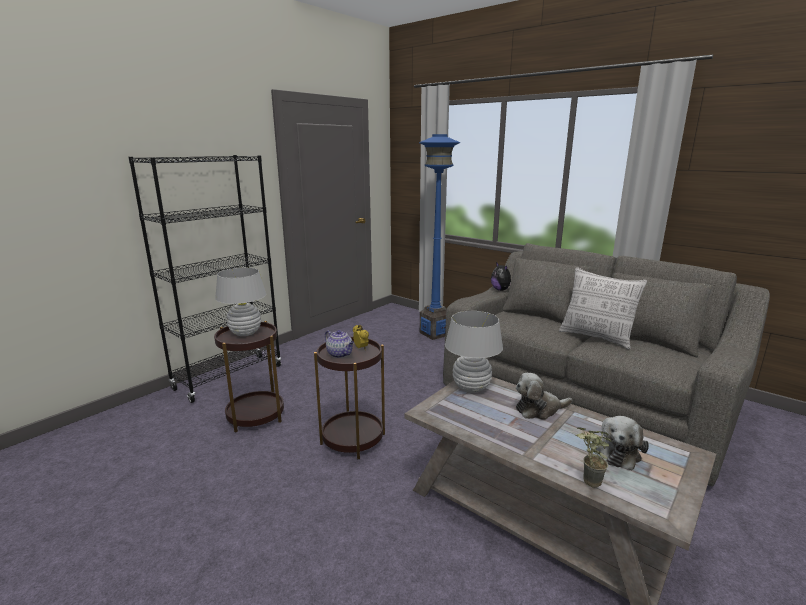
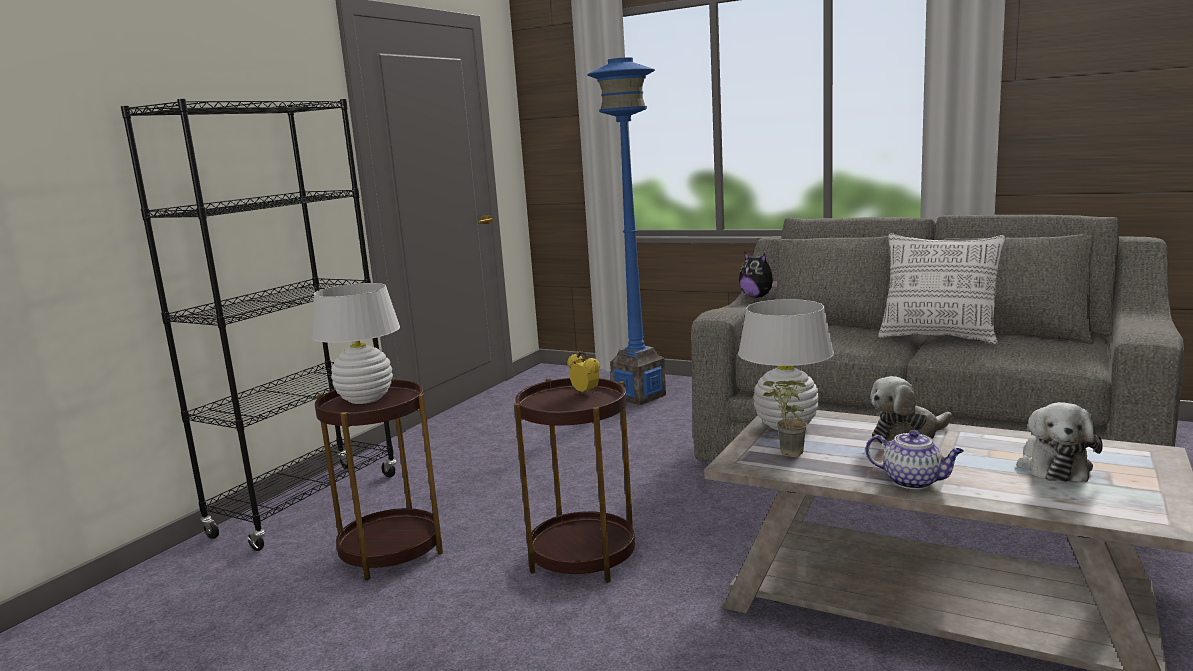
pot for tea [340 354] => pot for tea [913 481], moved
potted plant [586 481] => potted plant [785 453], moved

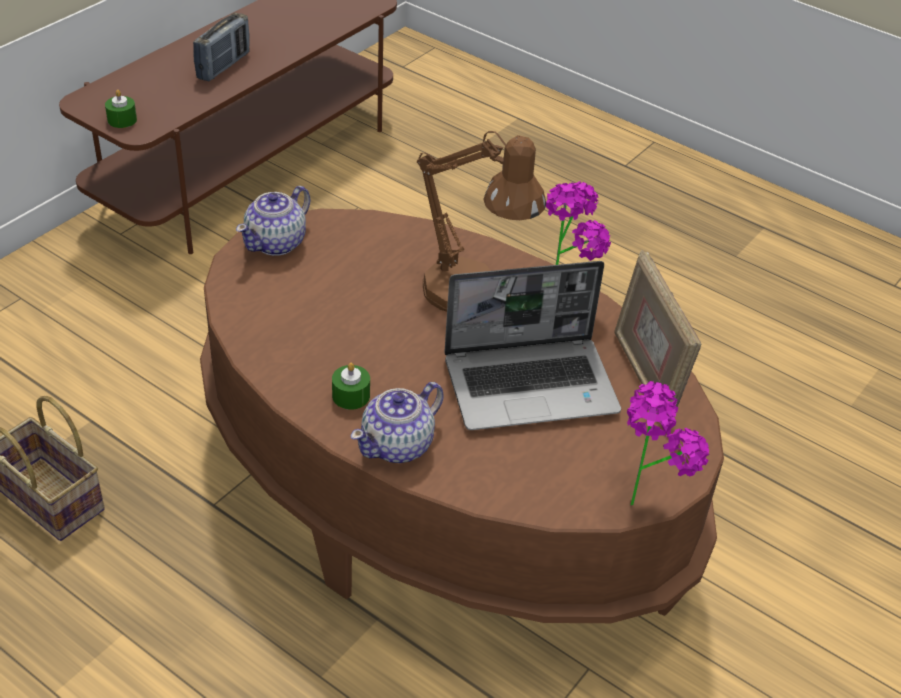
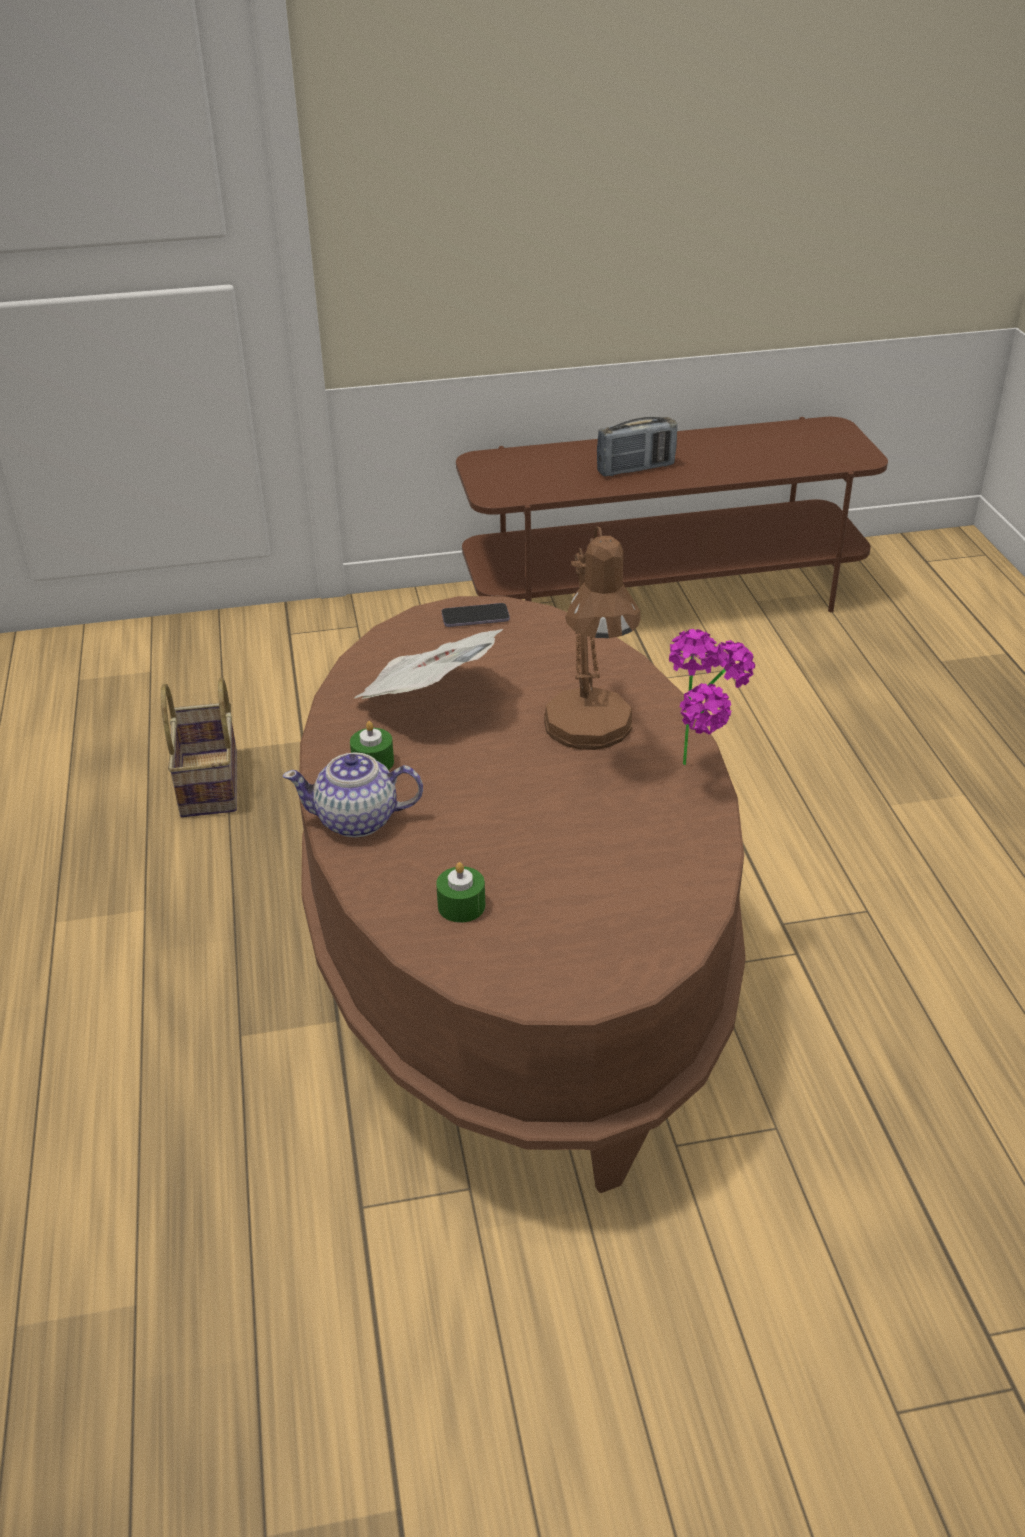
green wax light [122 120] => green wax light [461 905], moved
pot for tea [277 243] => telephone [475 617]
standing frame [645 378] => nothing
notebook computer [532 384] => nothing
potted plant [645 496] => nothing
nothing => printed paper [429 697]

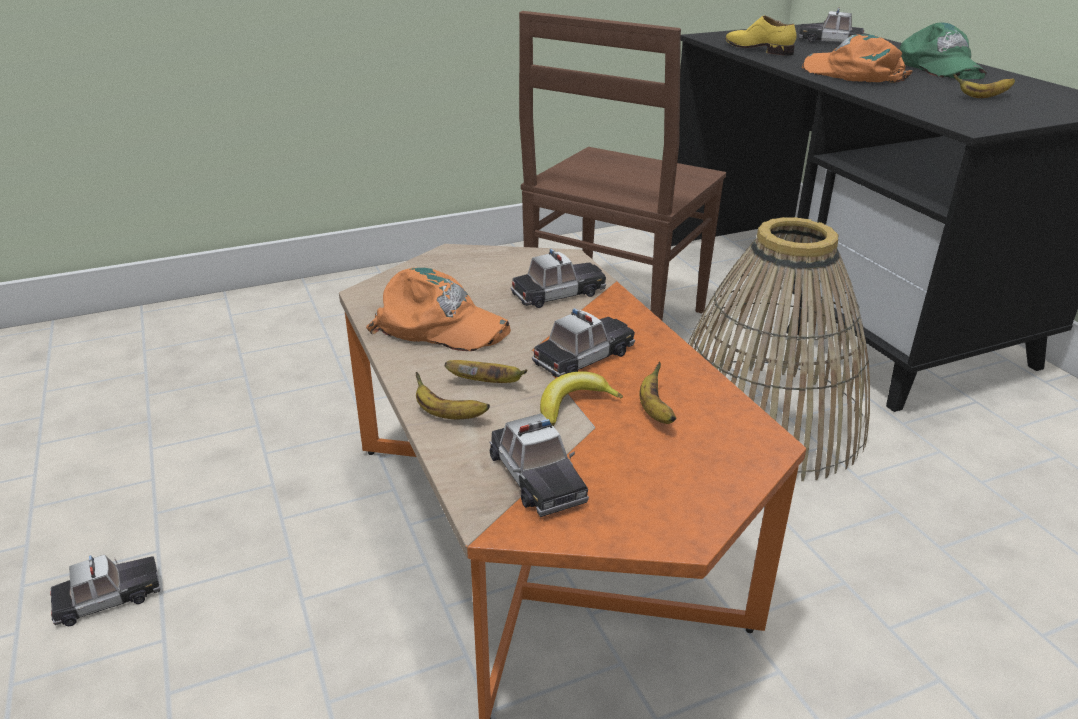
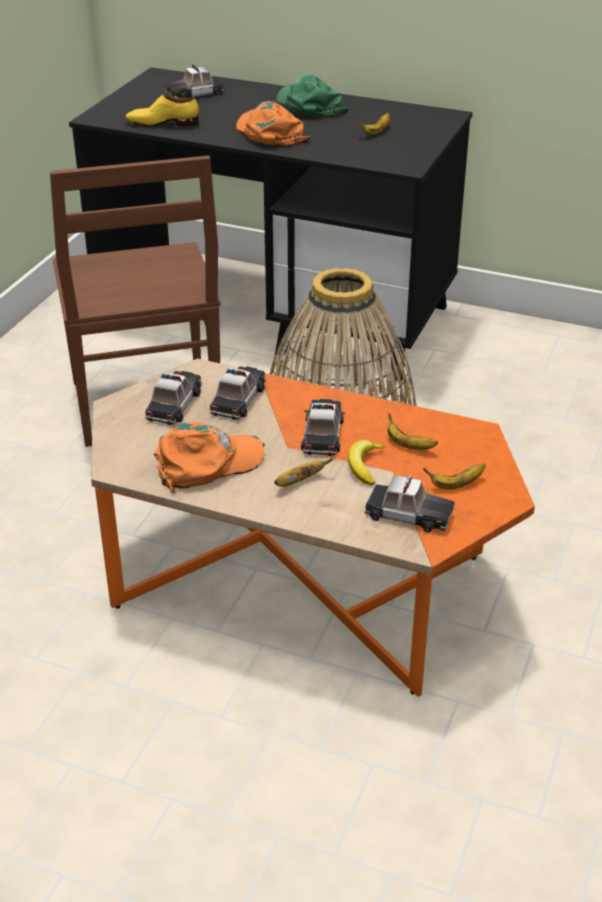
green baseball cap [938 67] => green baseball cap [309 105], 150 degrees counterclockwise
orangey baseball cap [853 74] => orangey baseball cap [270 133], 60 degrees clockwise
whole banana [448 415] => whole banana [456 485], moved
toy car [108 597] => toy car [174 404], moved

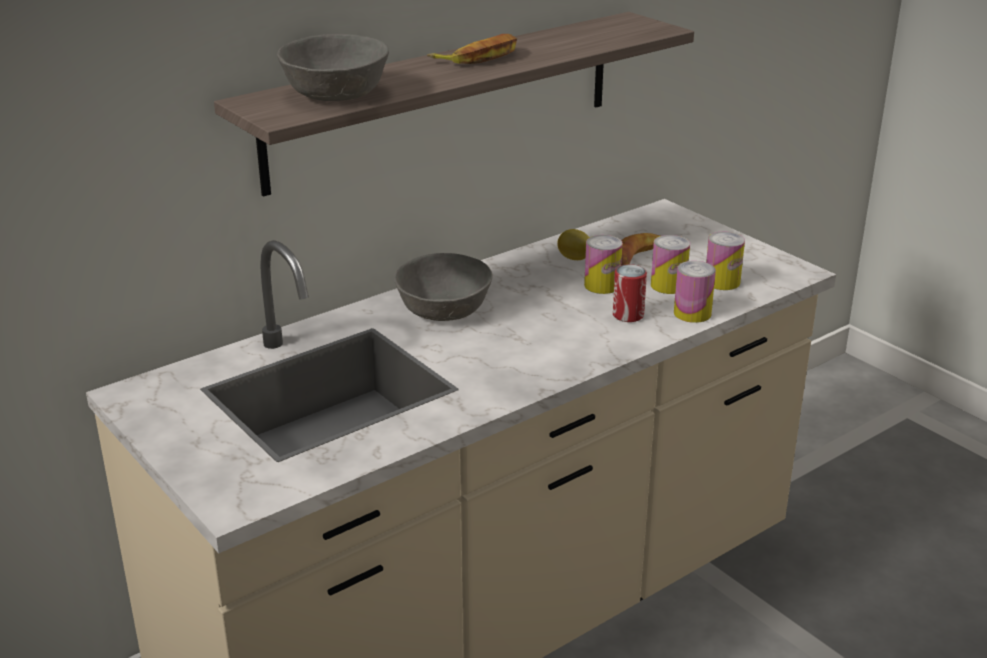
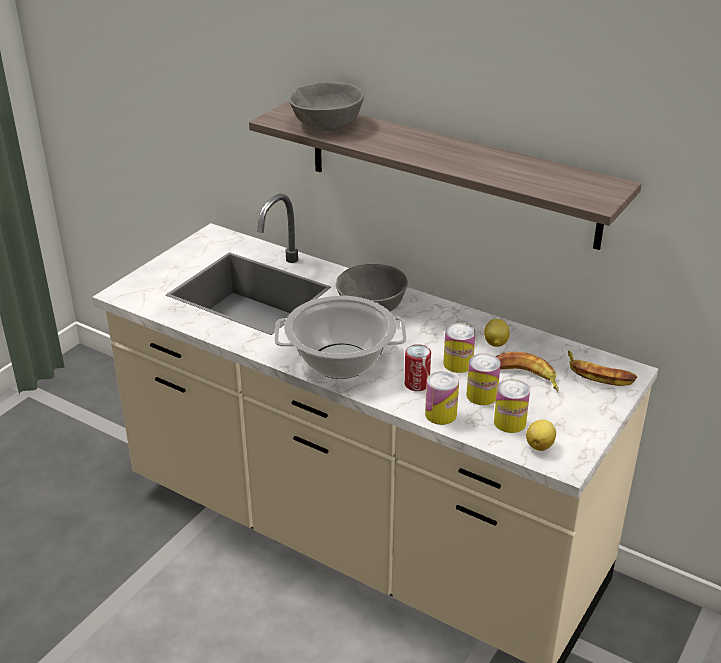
whole banana [479 57] => whole banana [599 374], moved
nothing => saucepot [340 362]
nothing => whole lemon [540 445]

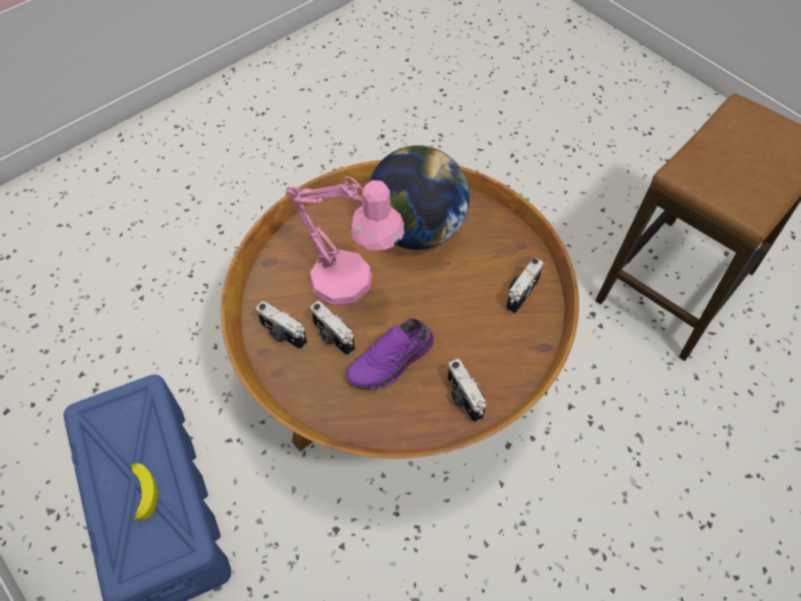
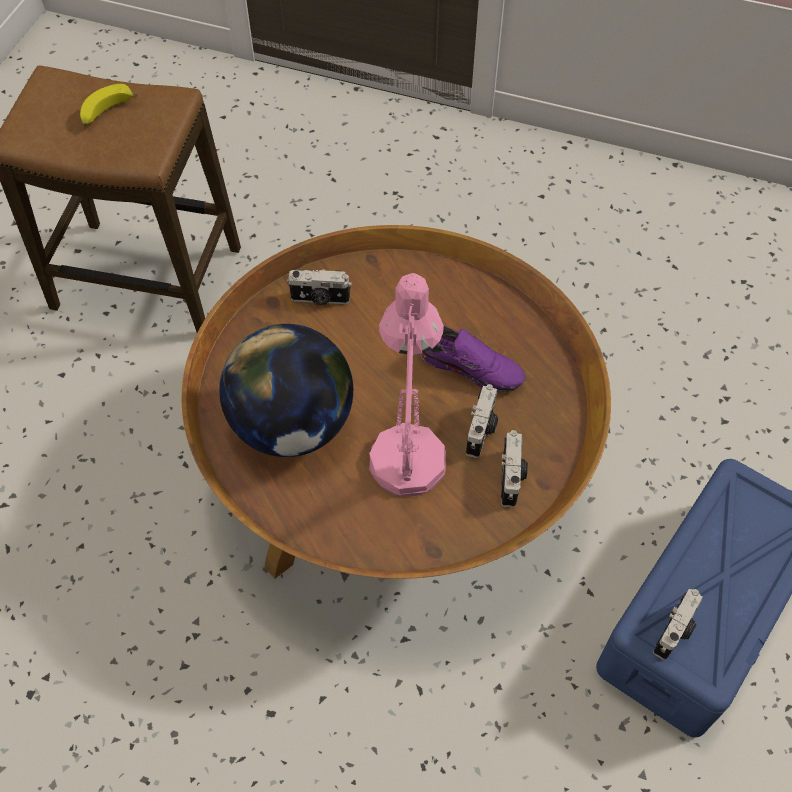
photo camera [463 398] => photo camera [675 631], moved
whole banana [143 492] => whole banana [106 112], moved

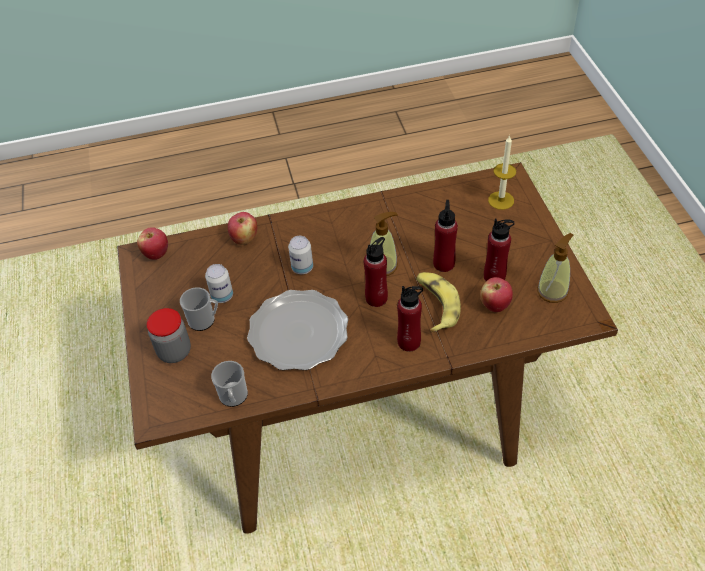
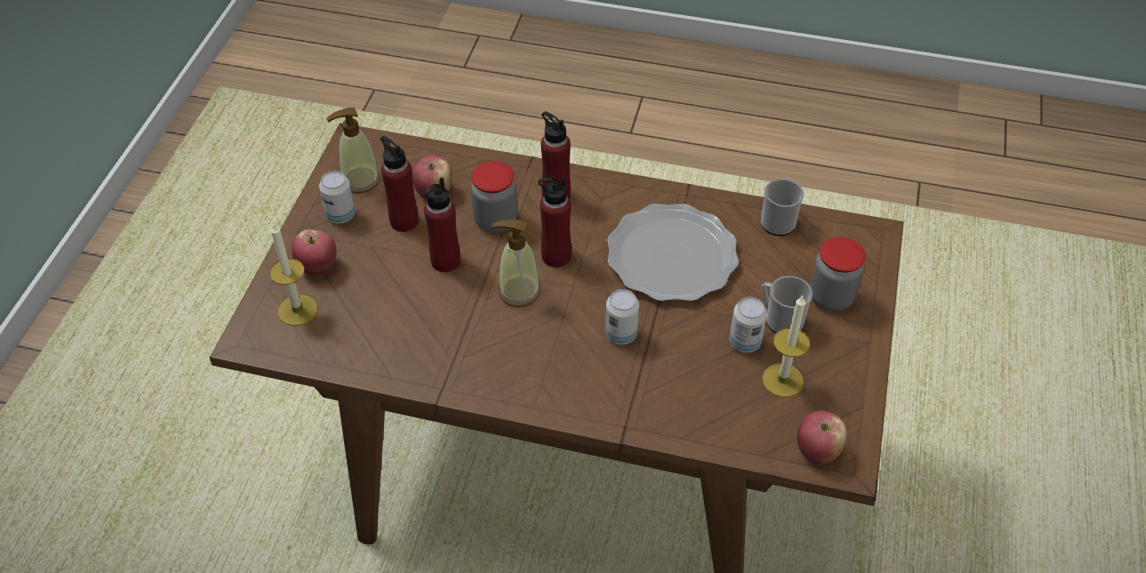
whole apple [244 239] => whole apple [318 267], moved
whole banana [436 304] => jar [495 220]
nothing => metal can [341 215]
nothing => wax light [782 380]

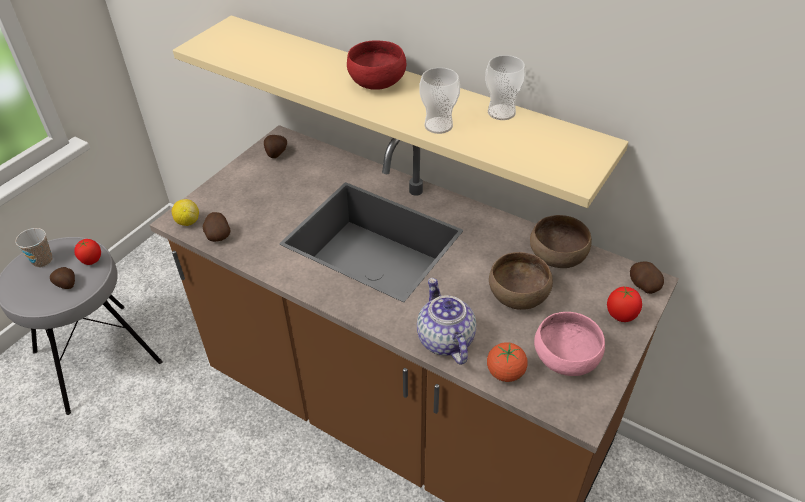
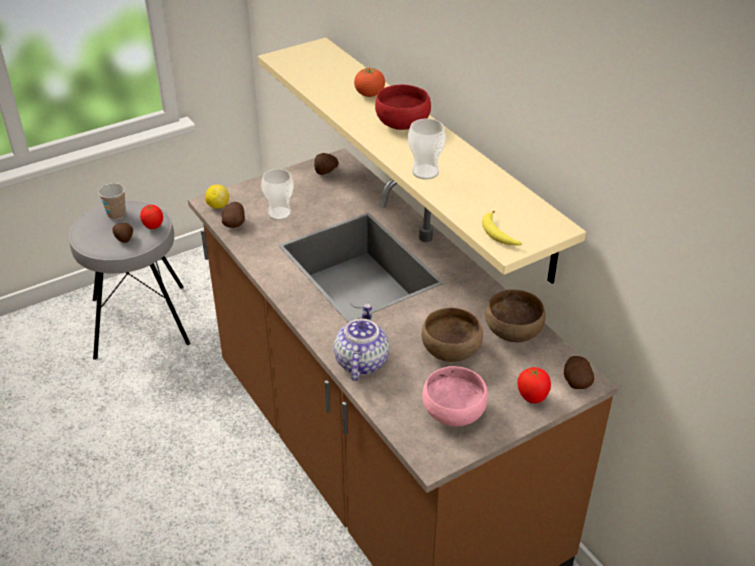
cup [501 112] => cup [279 213], moved
fresh tomato [505 373] => fresh tomato [369 95], moved
nothing => whole banana [498 234]

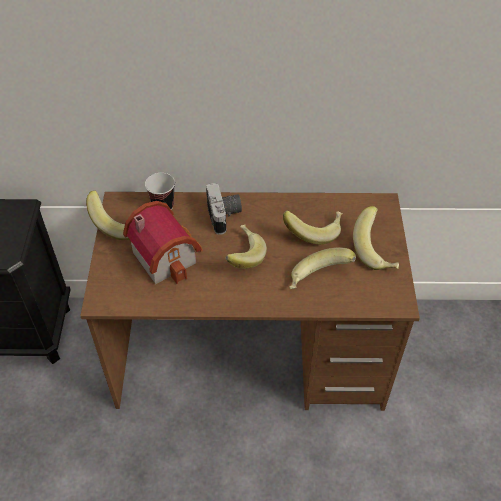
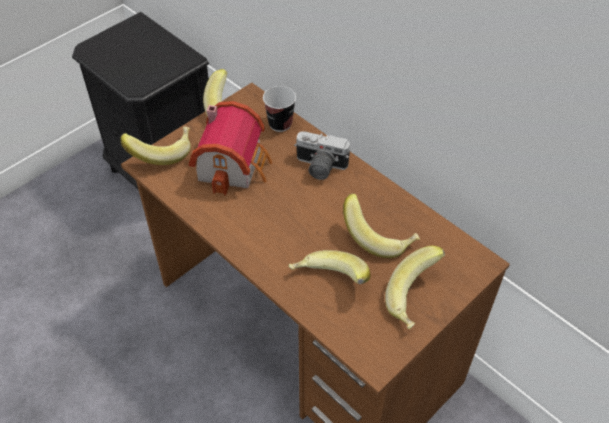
photo camera [225 216] => photo camera [319 167], 75 degrees clockwise
whole banana [242 256] => whole banana [161 152], moved

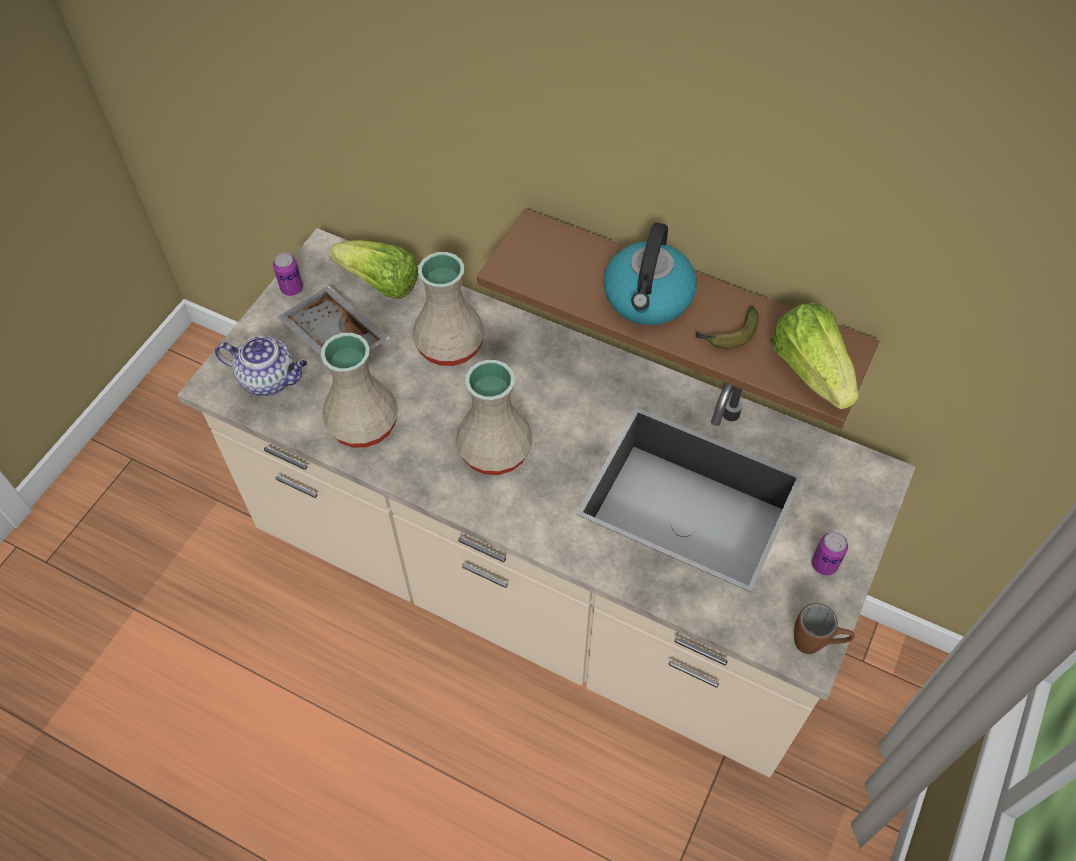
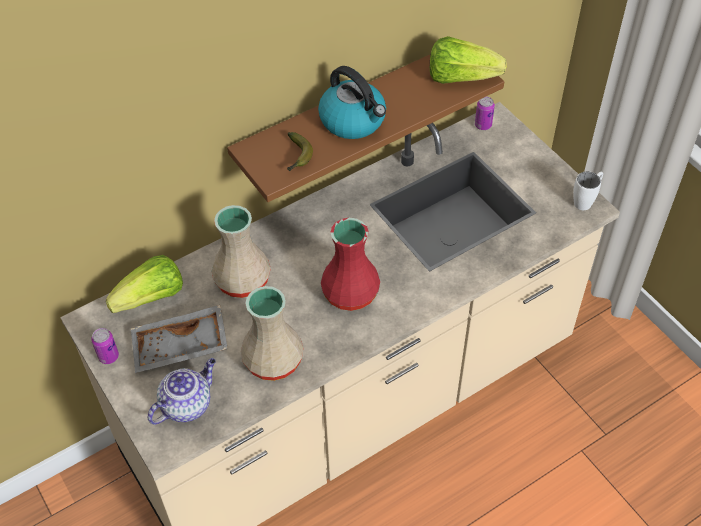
whole banana [728 335] => whole banana [297 156], moved
beige vase [496 450] => red vase [351 291]
metal can [824 564] => metal can [483 125], moved
brown mug [816 644] => whitish mug [586 200]

